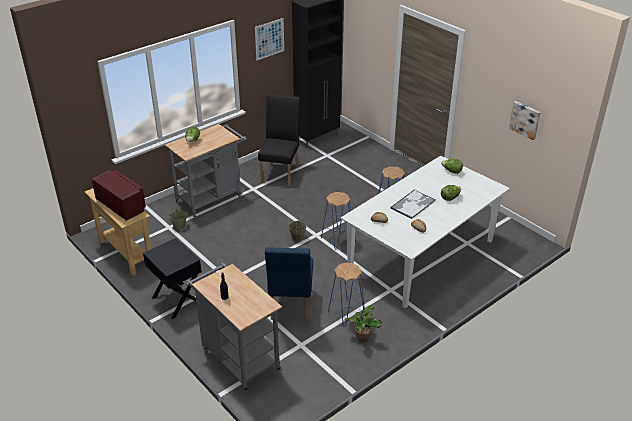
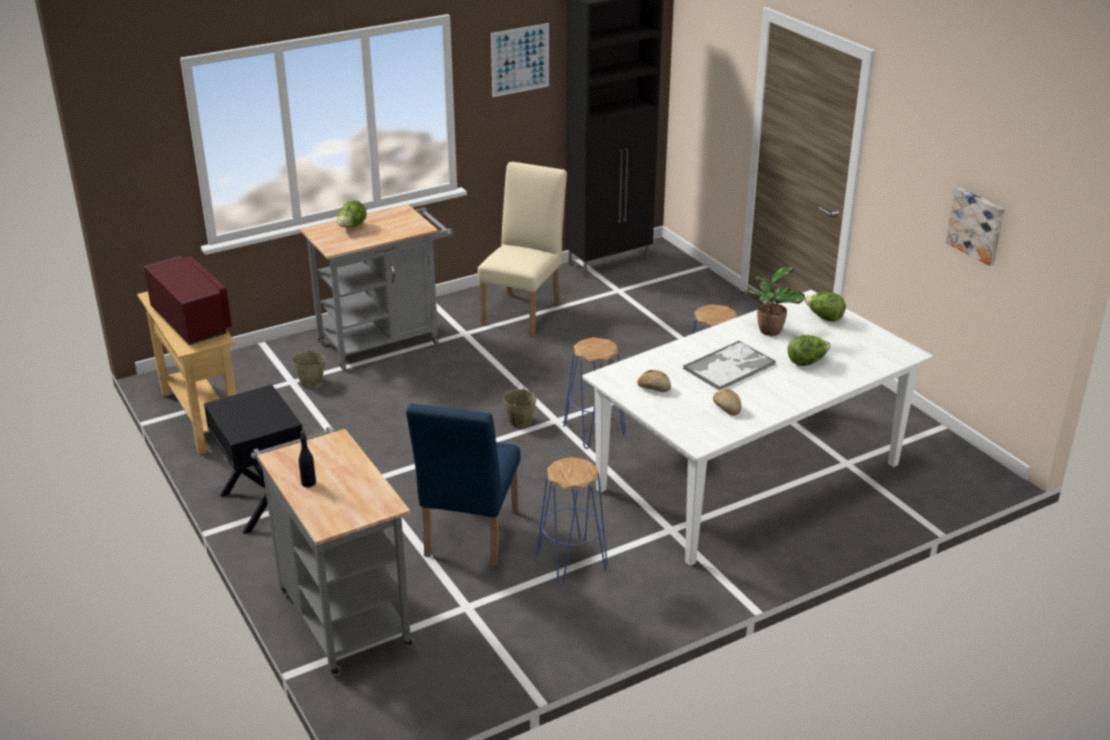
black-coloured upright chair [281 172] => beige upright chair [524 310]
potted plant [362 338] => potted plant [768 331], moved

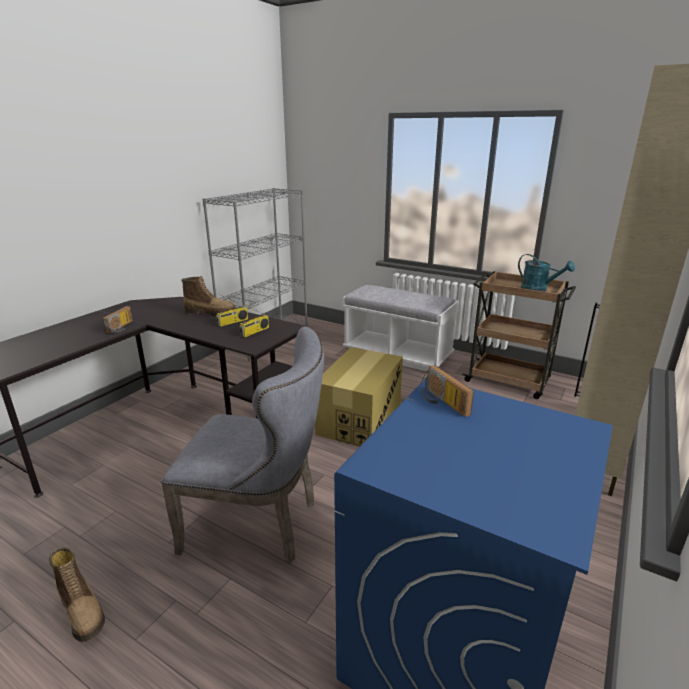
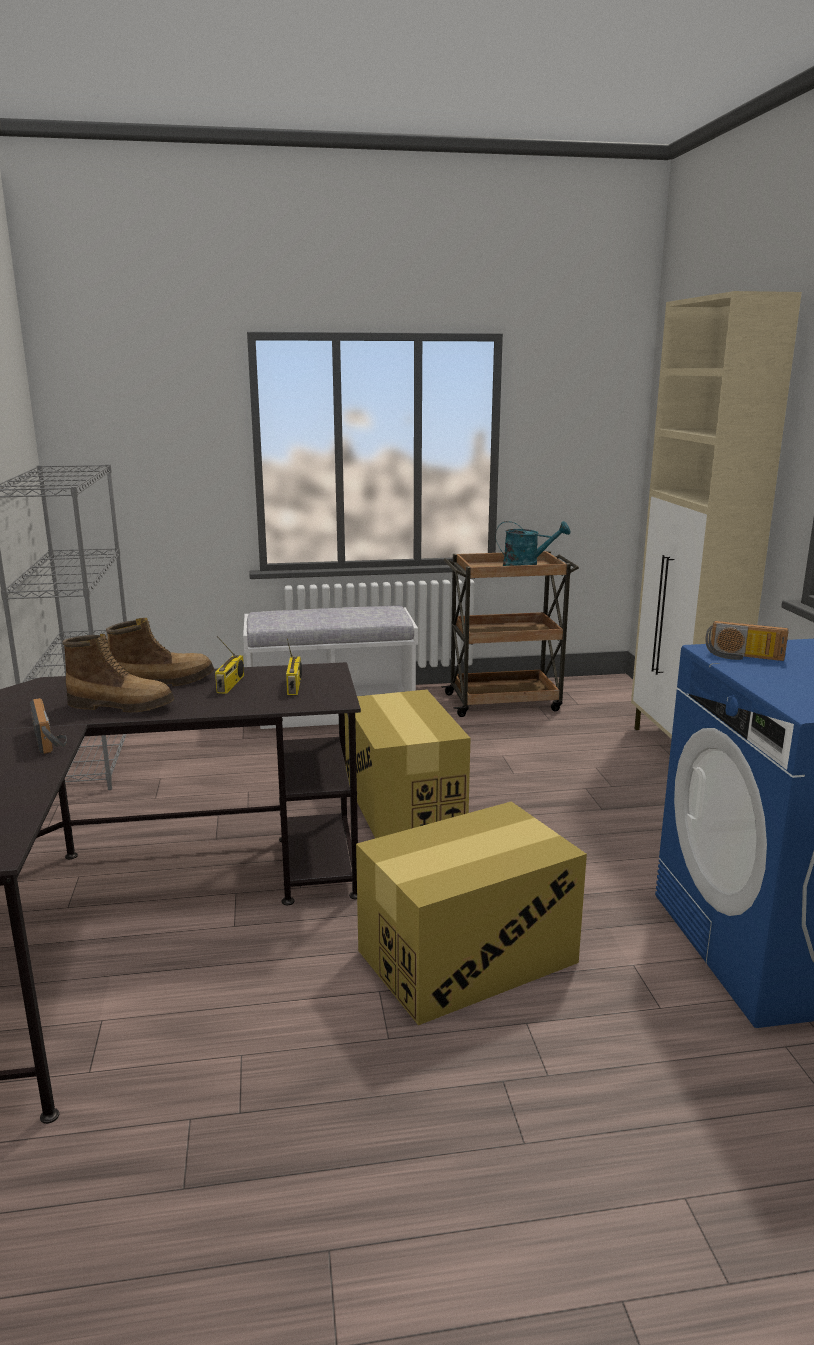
grey upright chair [260 523] => carton [467 956]
high-top boot [83 611] => high-top boot [122 706], moved

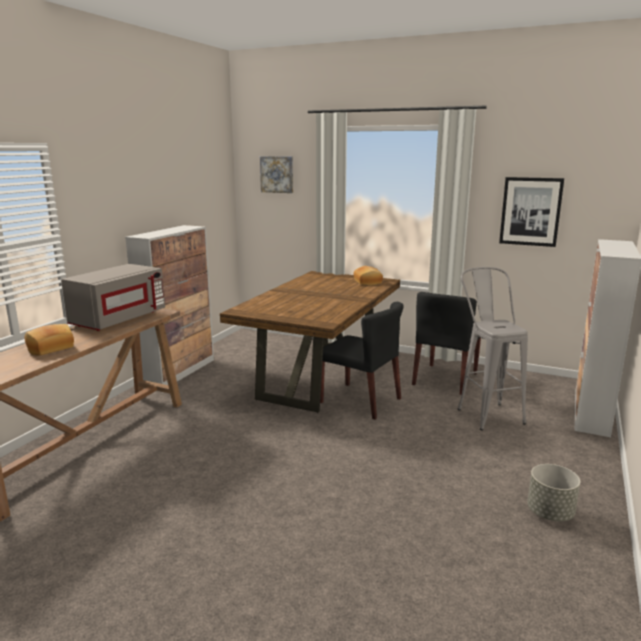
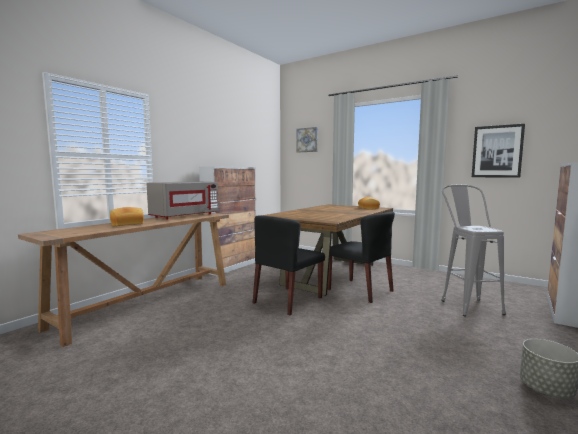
black-coloured upright chair [445 379] => black-coloured upright chair [287 300], moved

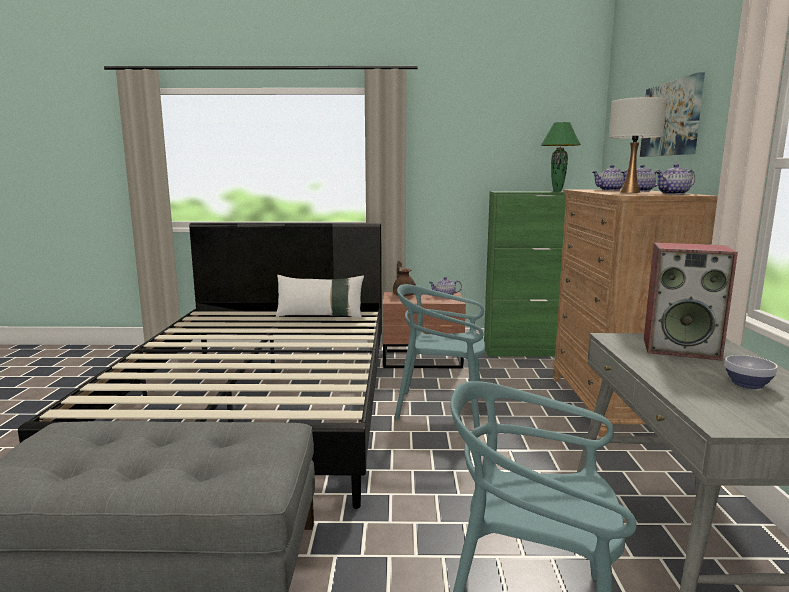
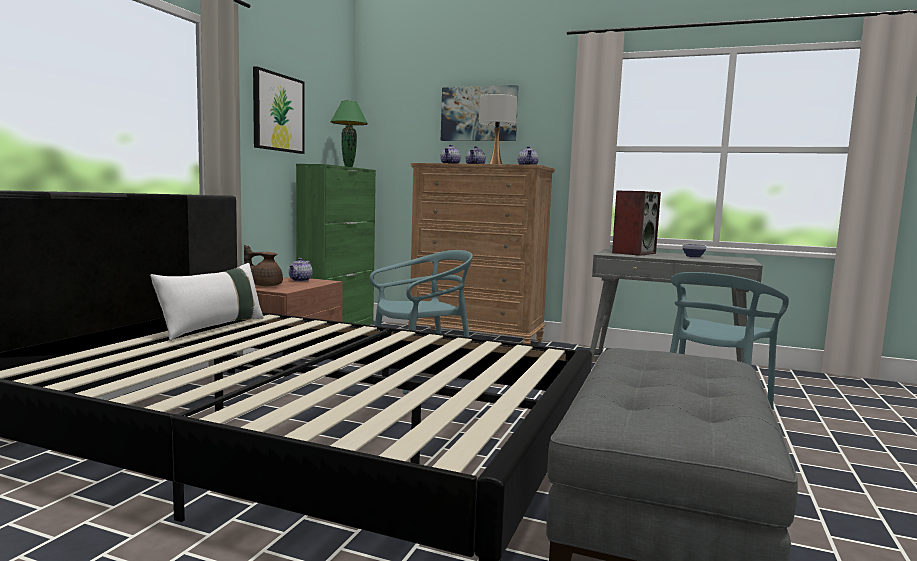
blue-green upright chair [441 408] => blue-green upright chair [421 376], 150 degrees counterclockwise
nothing => wall art [278 112]

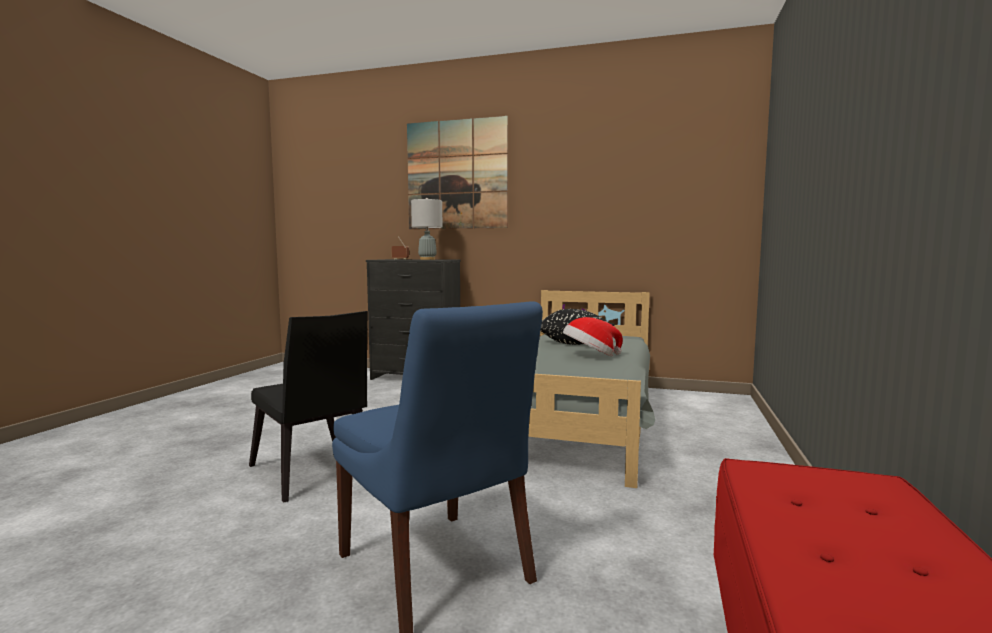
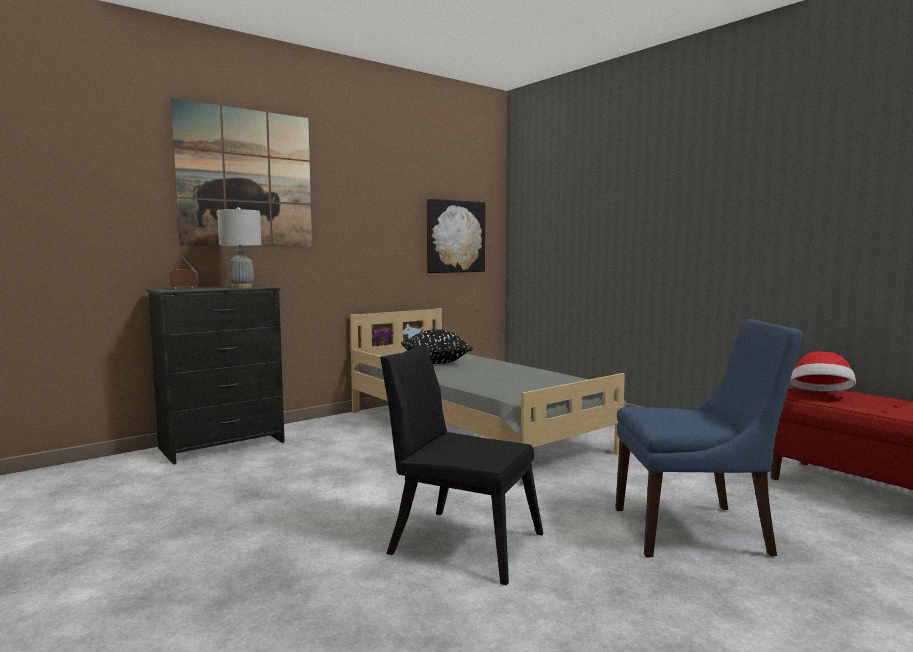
black-coloured upright chair [315 473] => black-coloured upright chair [459 541], 150 degrees counterclockwise
hat [590 356] => hat [820 396], moved
nothing => wall art [455 236]

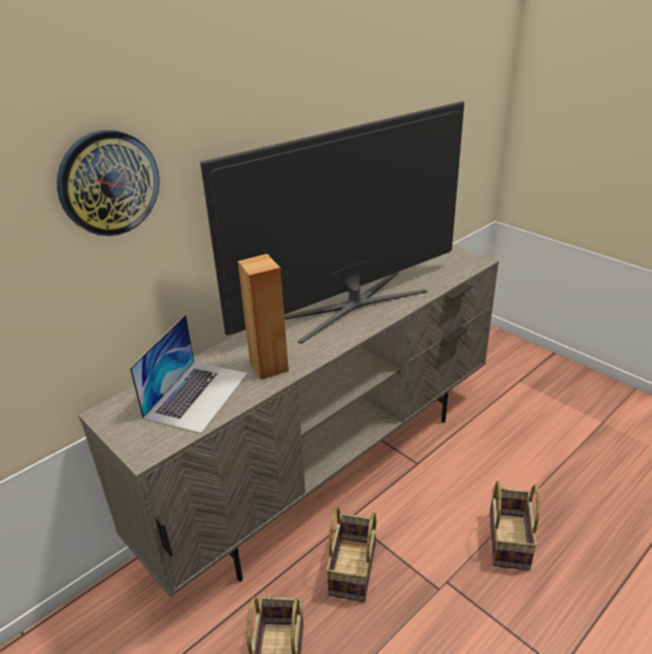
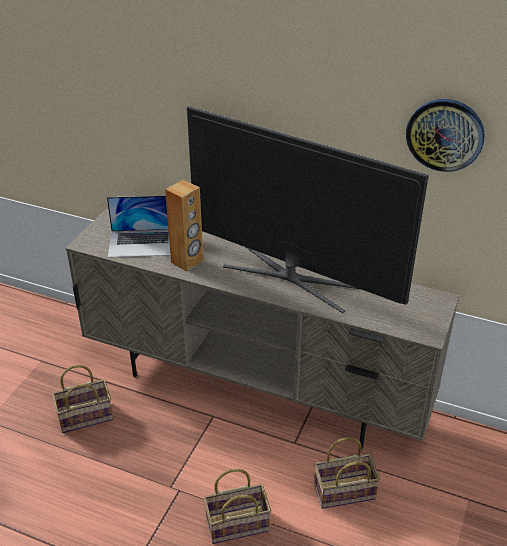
clock on the wall [108 183] => clock on the wall [445 134], moved
storage basket [353 571] => storage basket [343 493], moved

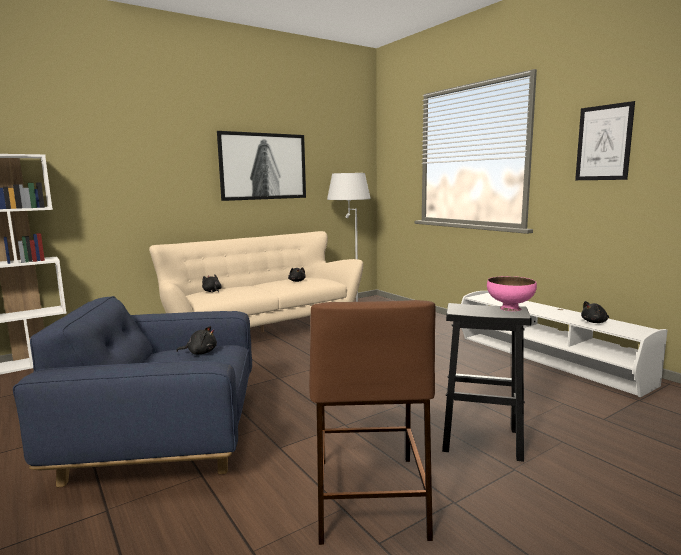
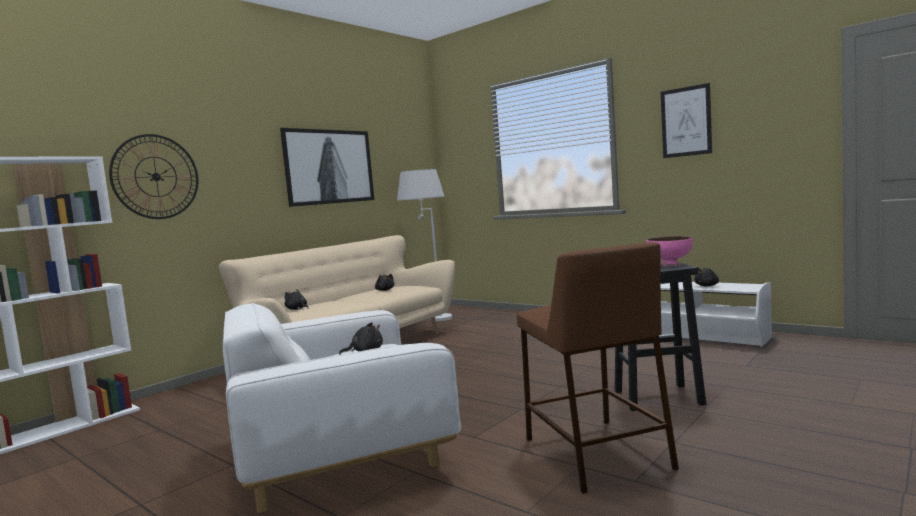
bluish lounge chair [164 437] => whitish lounge chair [339 452]
nothing => clock on the wall [156 177]

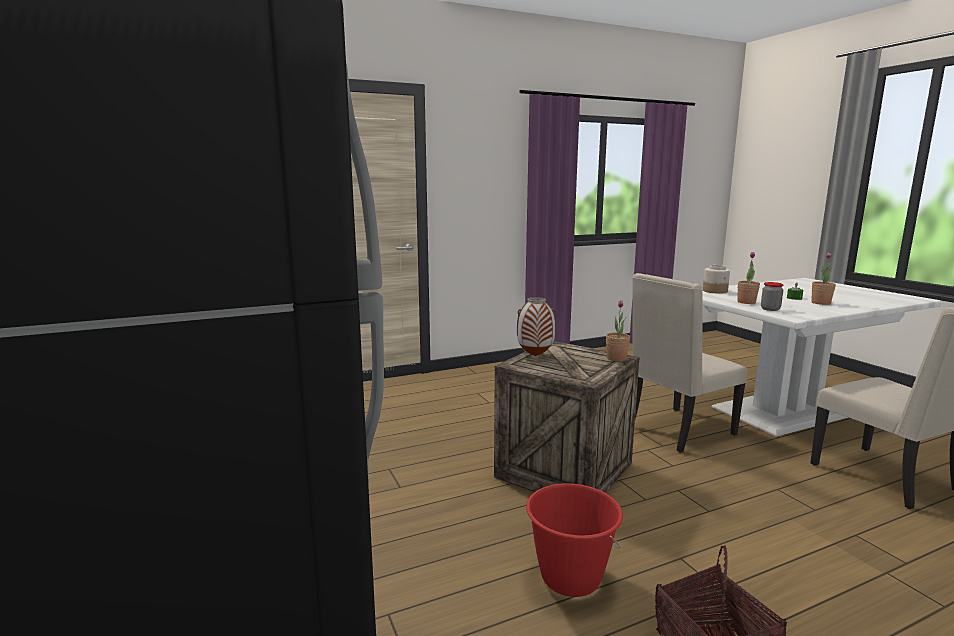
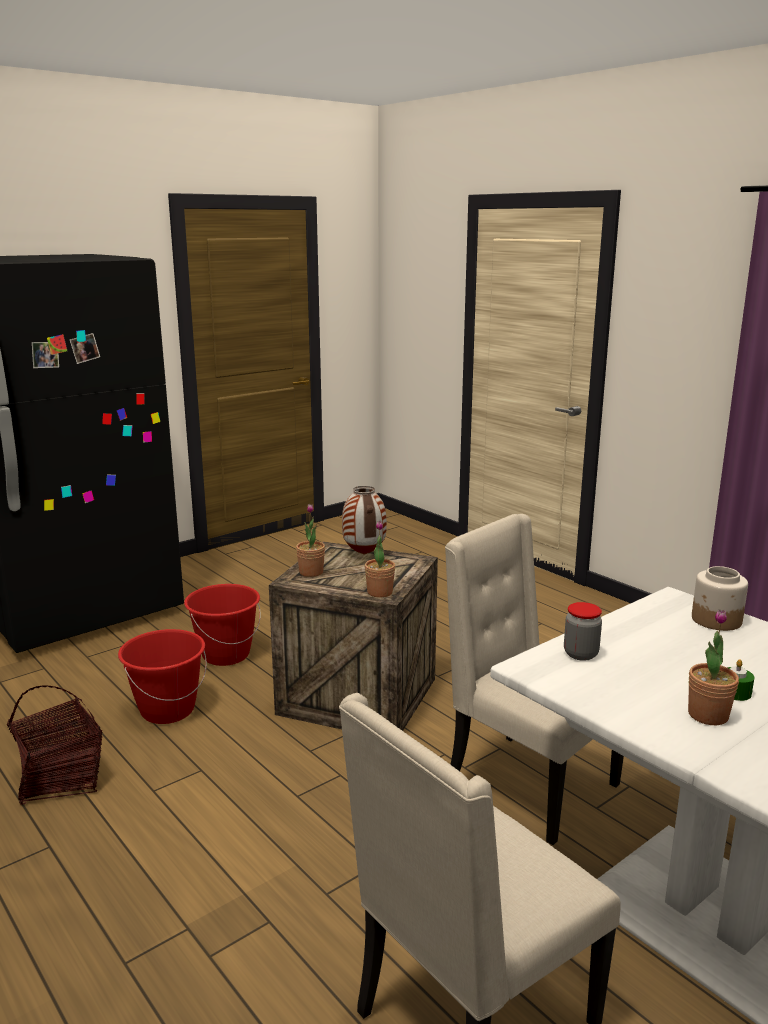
potted plant [746 302] => potted plant [311 572], moved
nothing => red pail [226 655]

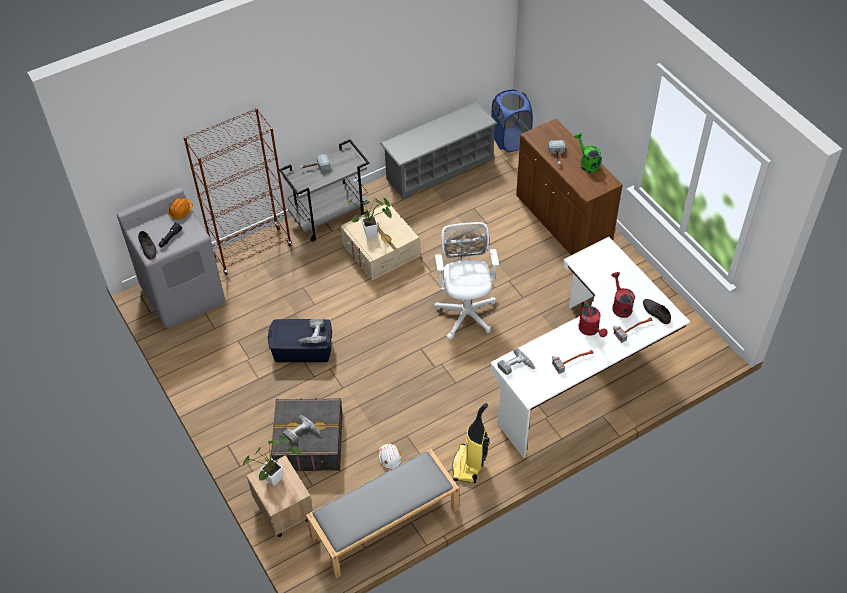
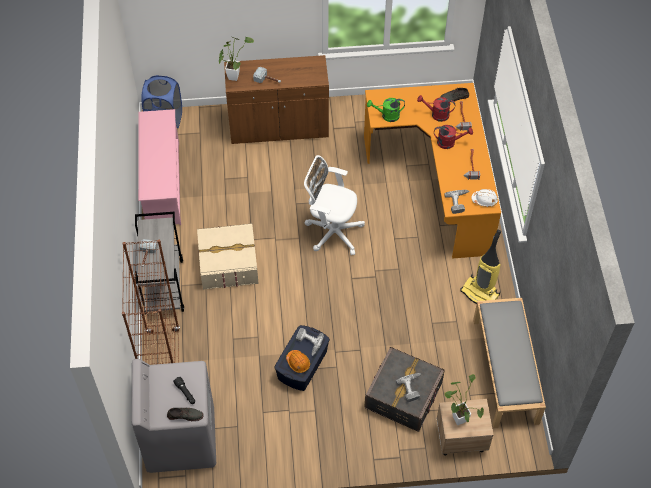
grey shoe rack [439 169] => pink-coloured shoe rack [163 183]
green watering can [587 163] => green watering can [387 116], moved
potted plant [373 234] => potted plant [234 75], moved
orangey safety helmet [181 211] => orangey safety helmet [298 363], moved
whitish desk [585 374] => orangey desk [437 183]
whitish safety helmet [390 458] => whitish safety helmet [484 200], moved

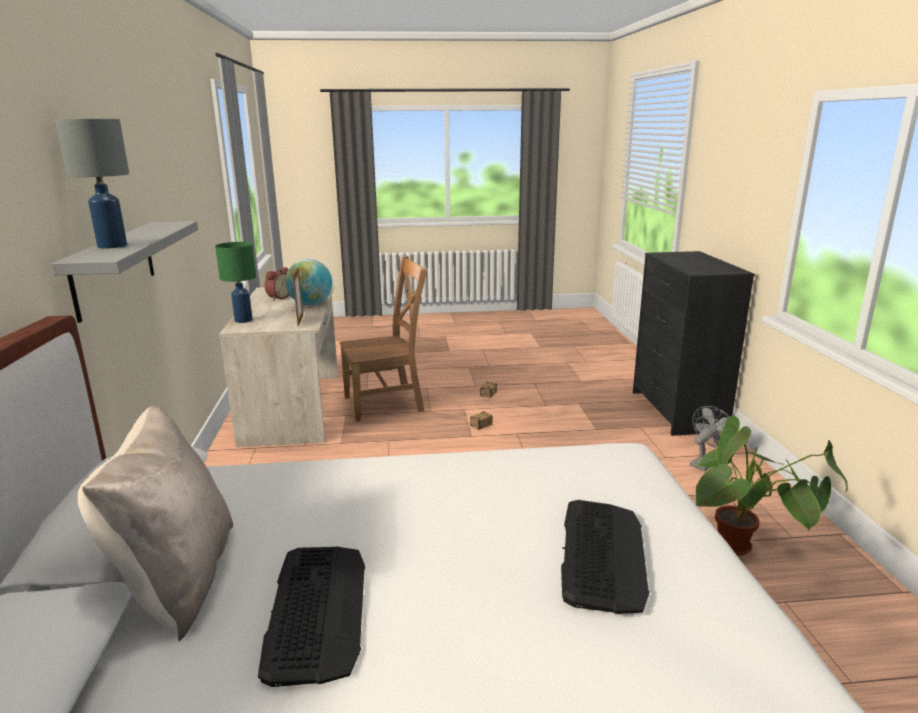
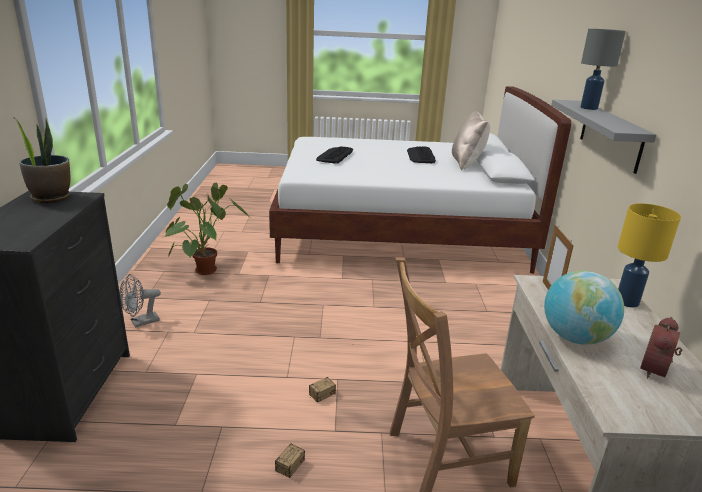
green table lamp [243 320] => yellowish table lamp [627 302]
nothing => potted plant [51 198]

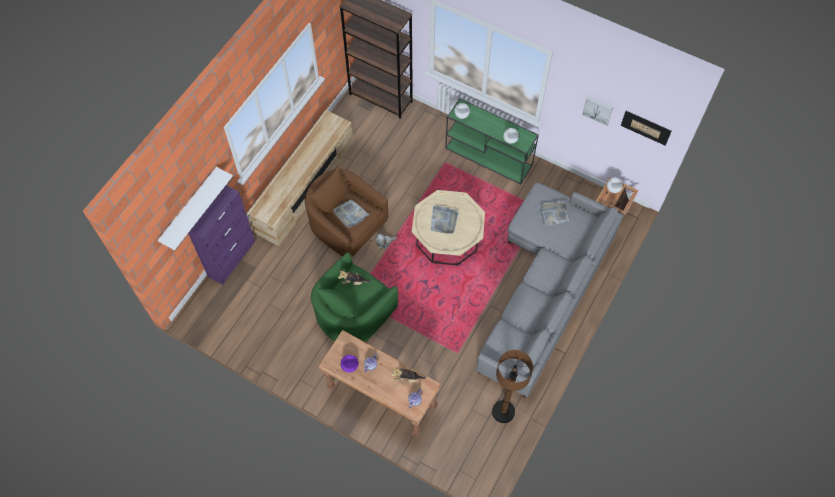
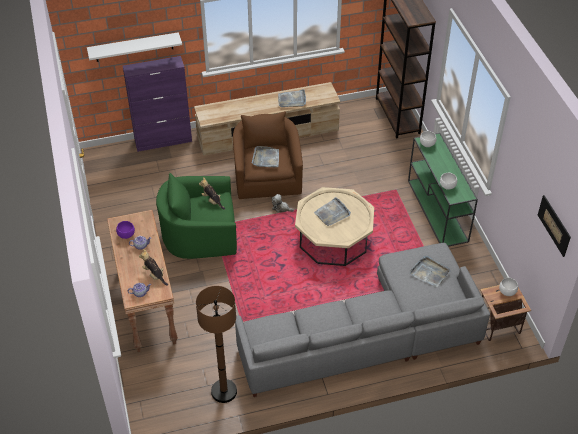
wall art [597 110] => nothing
nothing => grey carrying tray [292 100]

